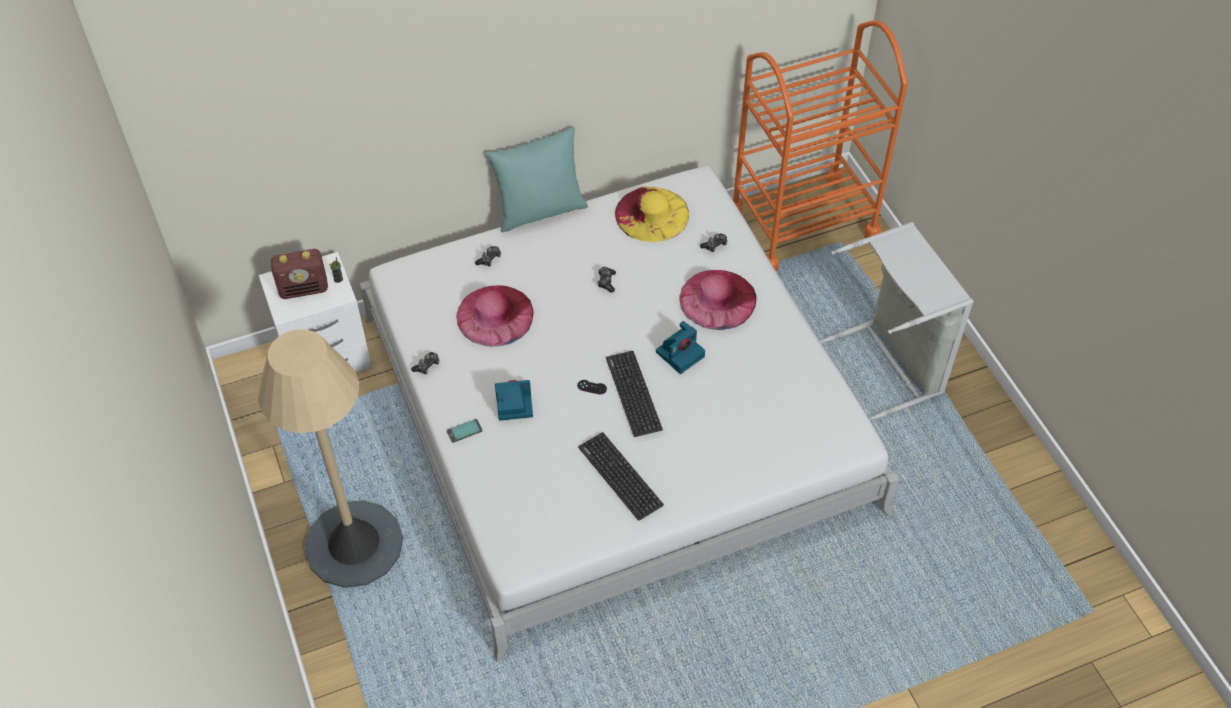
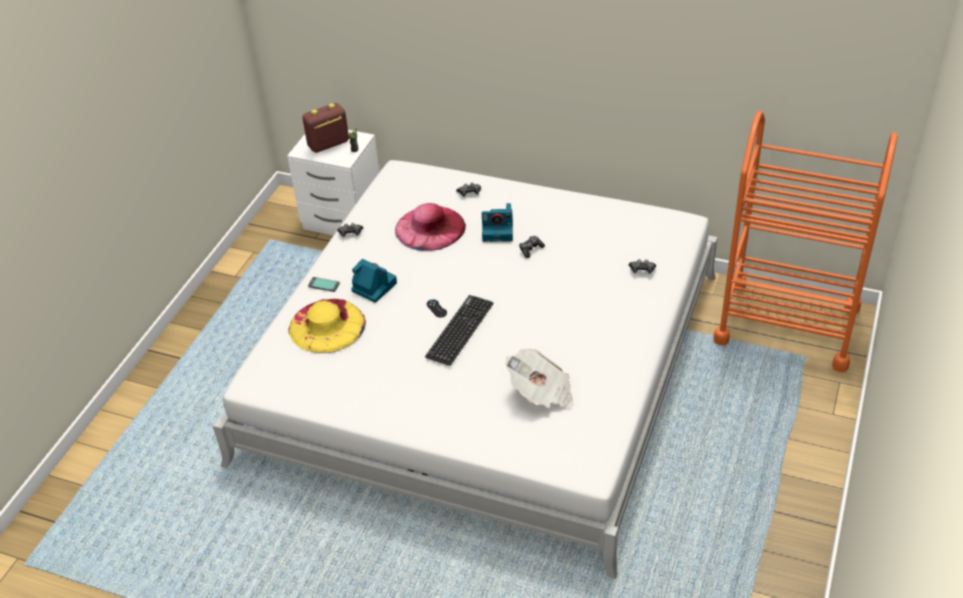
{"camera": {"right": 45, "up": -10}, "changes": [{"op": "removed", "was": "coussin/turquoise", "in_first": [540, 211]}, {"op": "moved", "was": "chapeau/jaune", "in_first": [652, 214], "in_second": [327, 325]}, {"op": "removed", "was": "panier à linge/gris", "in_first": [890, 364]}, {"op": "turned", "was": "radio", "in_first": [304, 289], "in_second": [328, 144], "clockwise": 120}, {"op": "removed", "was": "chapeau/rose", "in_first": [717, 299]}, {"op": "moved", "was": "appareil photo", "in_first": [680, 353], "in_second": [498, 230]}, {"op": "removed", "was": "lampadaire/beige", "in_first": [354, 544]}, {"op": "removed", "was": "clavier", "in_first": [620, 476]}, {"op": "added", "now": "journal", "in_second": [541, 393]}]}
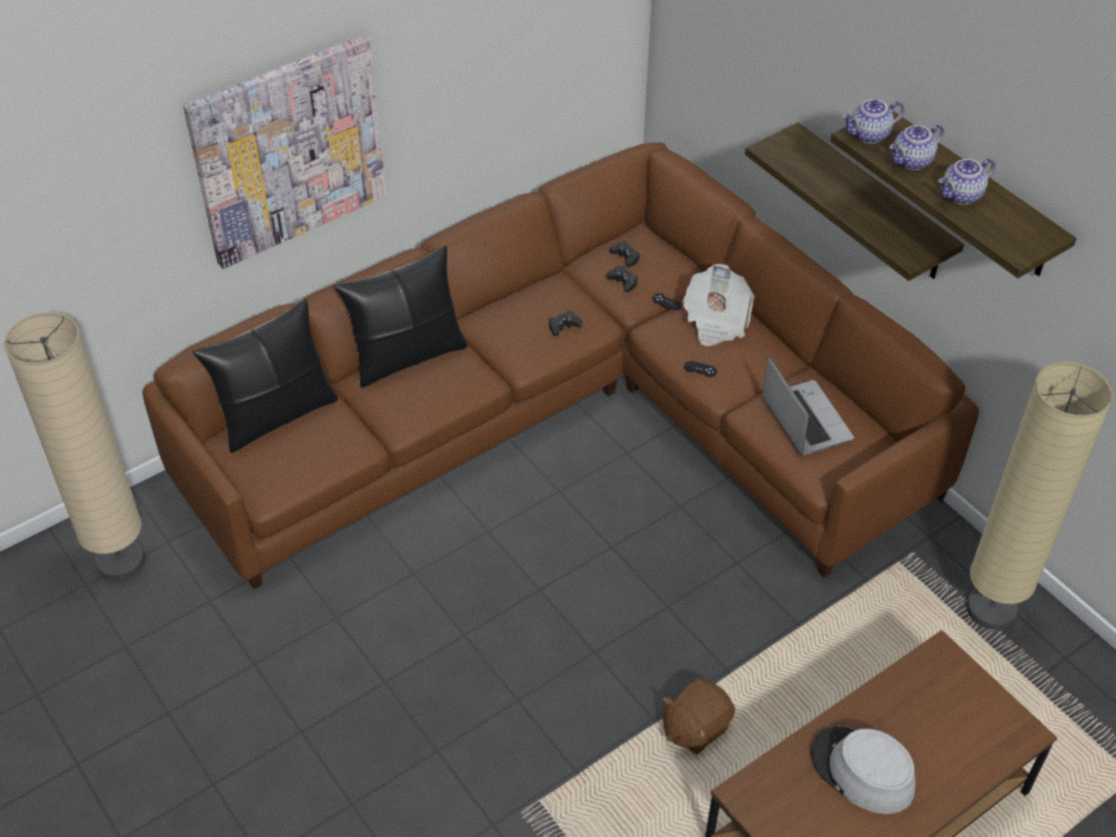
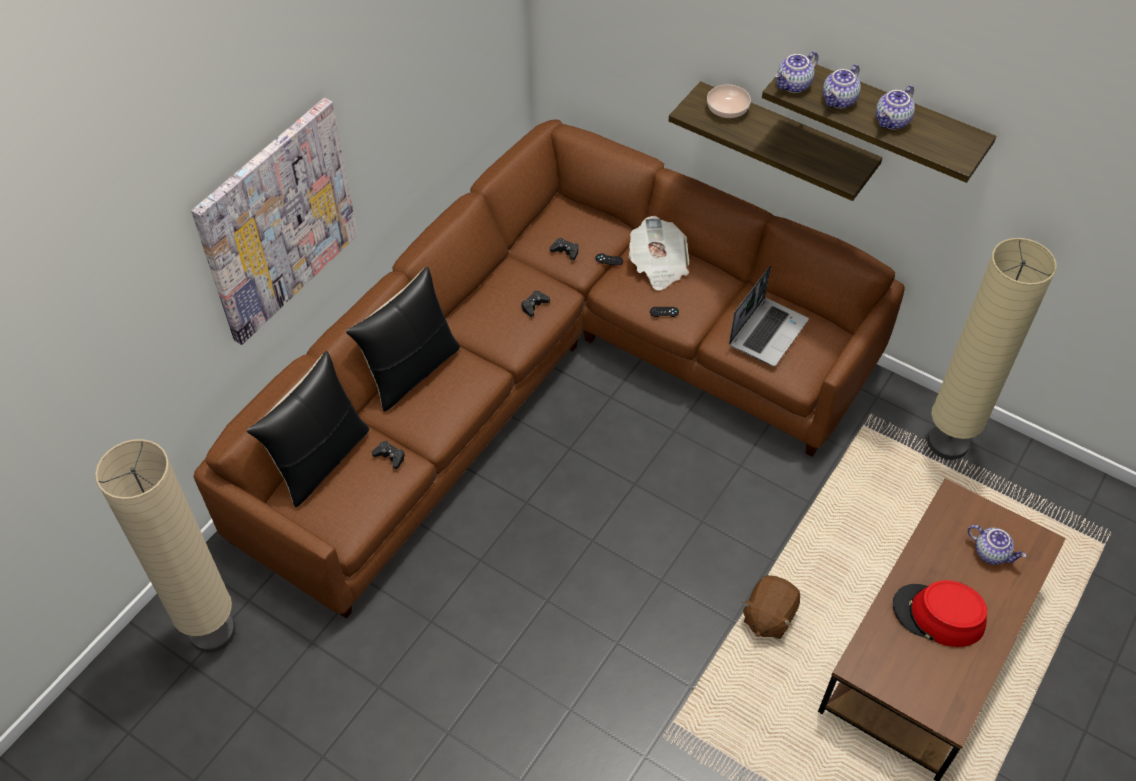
{"camera": {"right": -20, "up": 5}, "changes": [{"op": "moved", "was": "manette/noir", "in_first": [625, 257], "in_second": [390, 456]}, {"op": "turned", "was": "ordinateur portable", "in_first": [804, 419], "in_second": [767, 332], "clockwise": 75}, {"op": "recoloured", "was": "chapeau/gris", "now": "chapeau/rouge", "in_first": [862, 771], "in_second": [938, 616]}, {"op": "added", "now": "bol", "in_second": [726, 109]}, {"op": "added", "now": "théière", "in_second": [991, 552]}]}
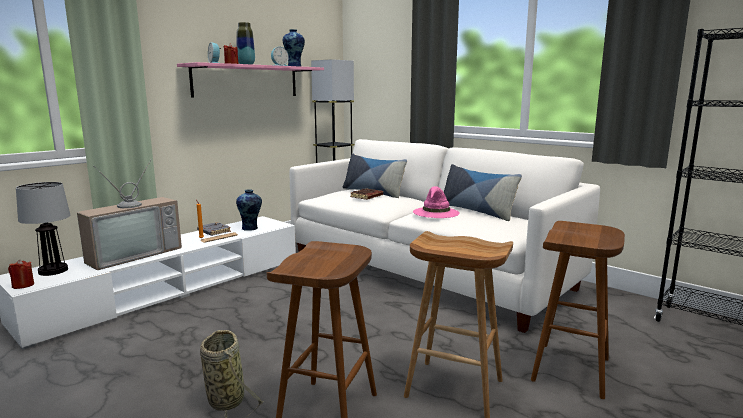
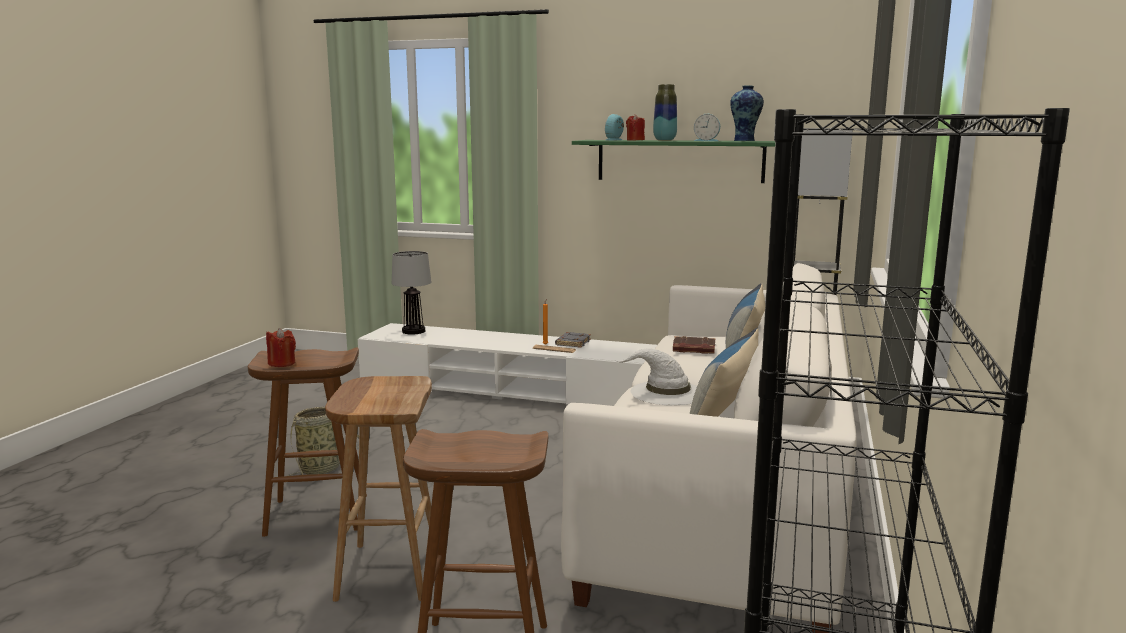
{"camera": {"right": 65, "up": 0}, "changes": [{"op": "recoloured", "was": "étagère/rose", "now": "étagère/vert", "in_first": [246, 81], "in_second": [680, 161]}, {"op": "removed", "was": "téléviseur", "in_first": [133, 254]}, {"op": "recoloured", "was": "chapeau/rose", "now": "chapeau/blanc", "in_first": [436, 212], "in_second": [666, 393]}, {"op": "removed", "was": "vase", "in_first": [250, 228]}, {"op": "moved", "was": "bougie/rouge", "in_first": [23, 285], "in_second": [282, 363]}]}
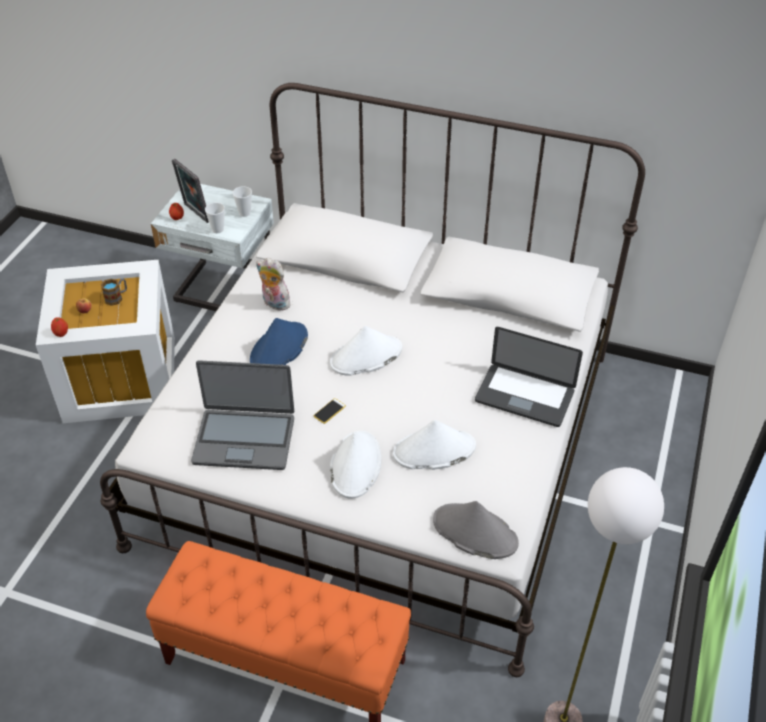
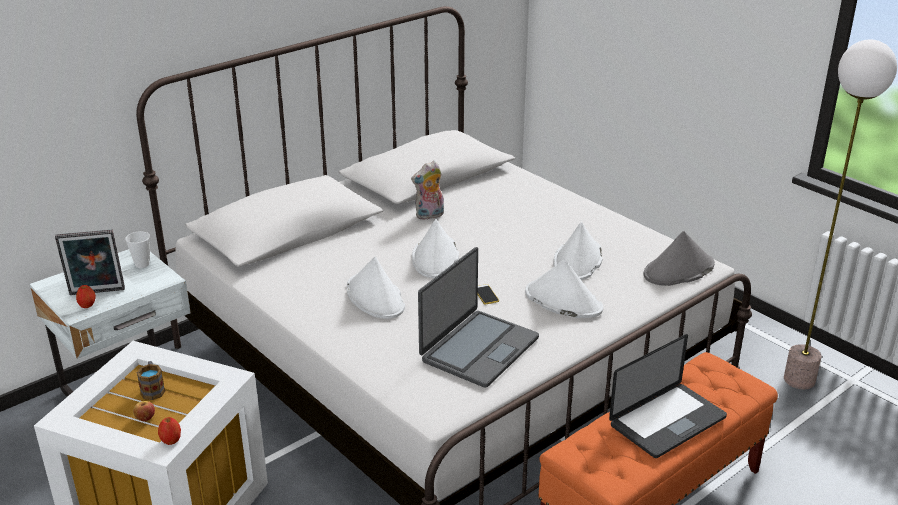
{"camera": {"right": -60, "up": -15}, "changes": [{"op": "removed", "was": "tasse", "in_first": [217, 229]}, {"op": "moved", "was": "peluche", "in_first": [274, 304], "in_second": [429, 215]}, {"op": "recoloured", "was": "chapeau/bleu", "now": "chapeau/blanc", "in_first": [279, 349], "in_second": [375, 297]}, {"op": "moved", "was": "ordinateur portable", "in_first": [524, 396], "in_second": [667, 421]}]}
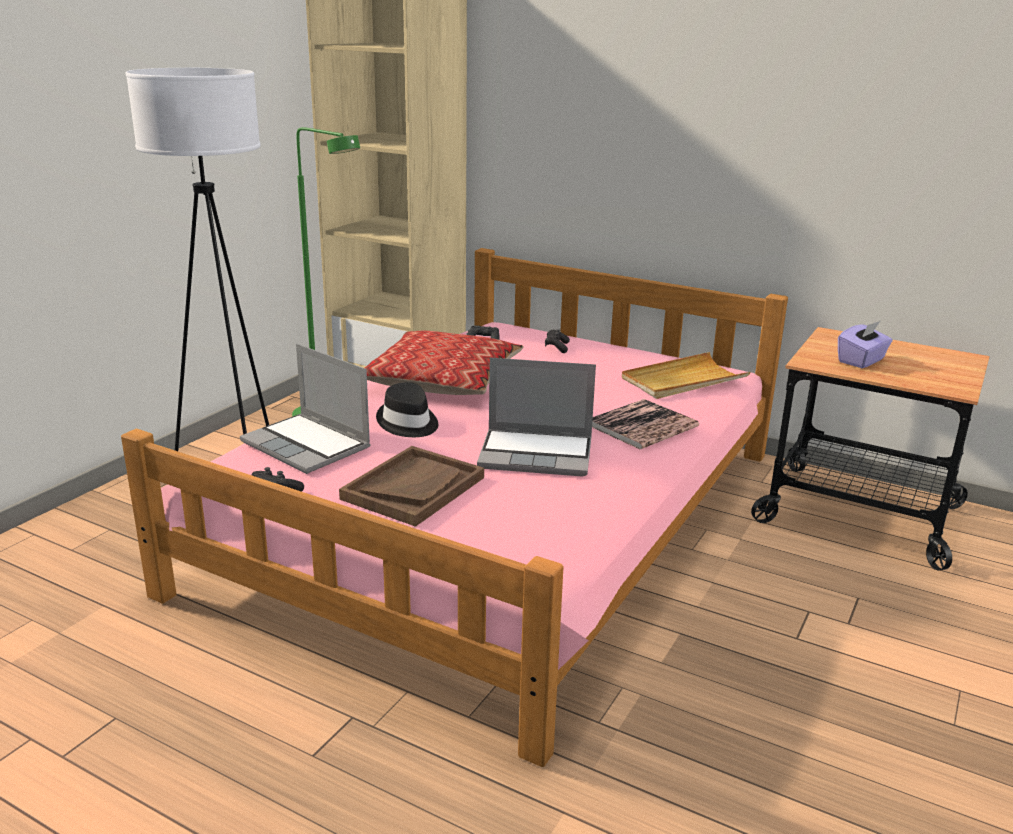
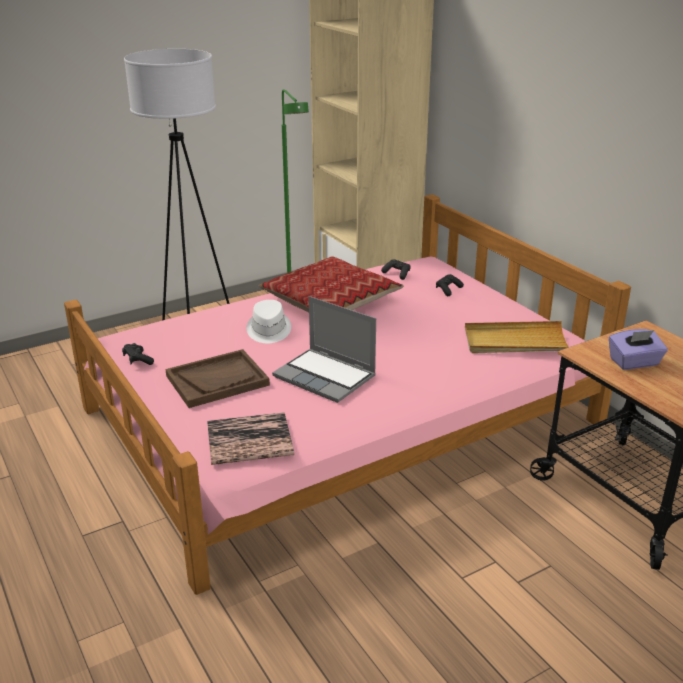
{"camera": {"right": 30, "up": 5}, "changes": [{"op": "removed", "was": "ordinateur portable", "in_first": [308, 445]}, {"op": "recoloured", "was": "chapeau/noir", "now": "chapeau/blanc", "in_first": [408, 423], "in_second": [268, 330]}, {"op": "moved", "was": "livre", "in_first": [642, 426], "in_second": [249, 440]}]}
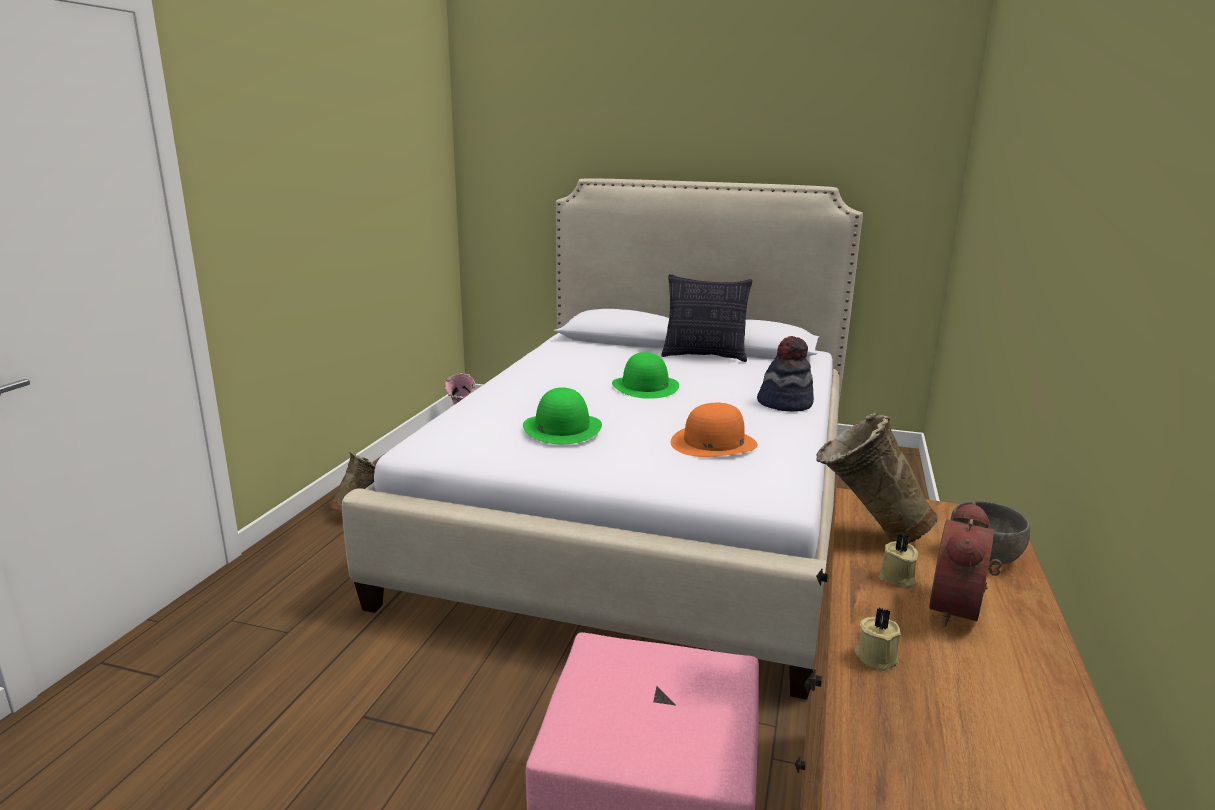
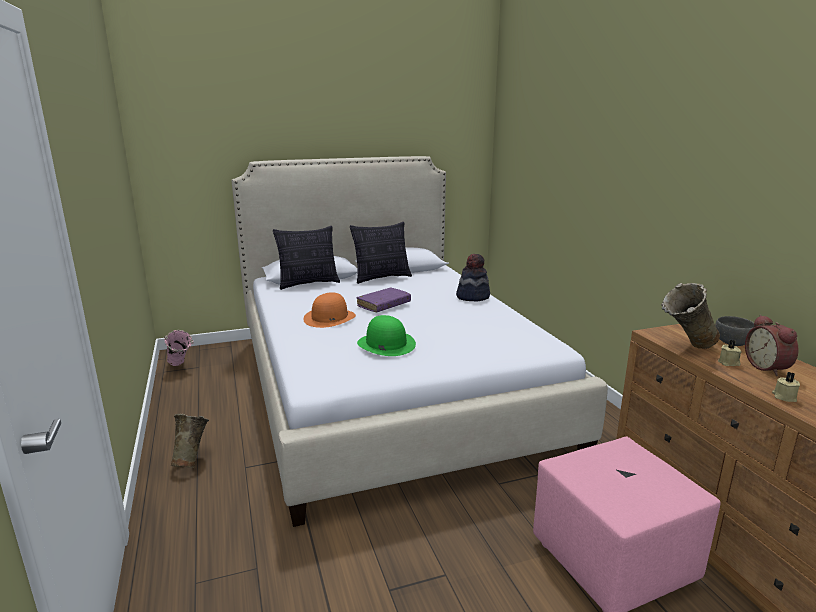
{"camera": {"right": -35, "up": 0}, "changes": [{"op": "replaced", "was": "chapeau/vert", "now": "livre/violet", "in_first": [645, 386], "in_second": [384, 305]}, {"op": "moved", "was": "chapeau/orange", "in_first": [713, 443], "in_second": [329, 318]}, {"op": "added", "now": "coussin", "in_second": [308, 284]}]}
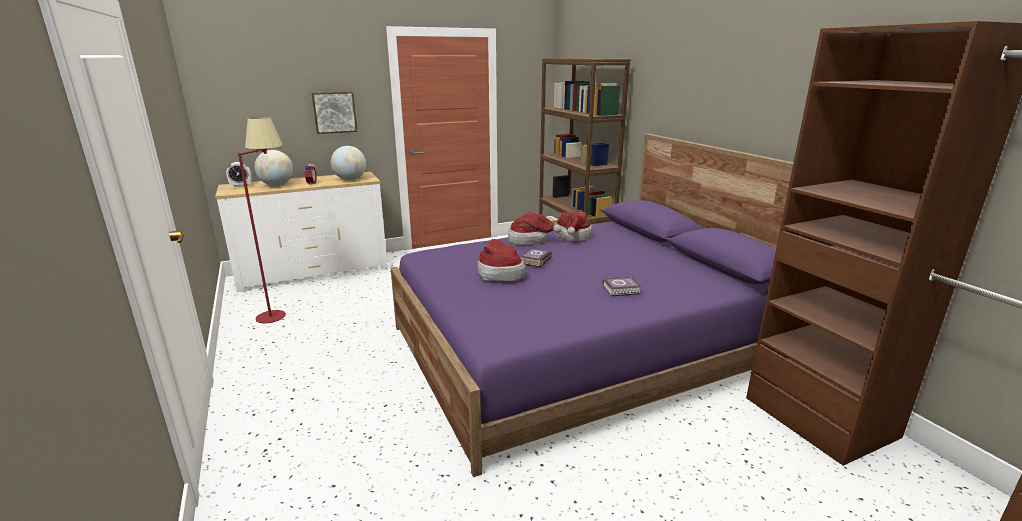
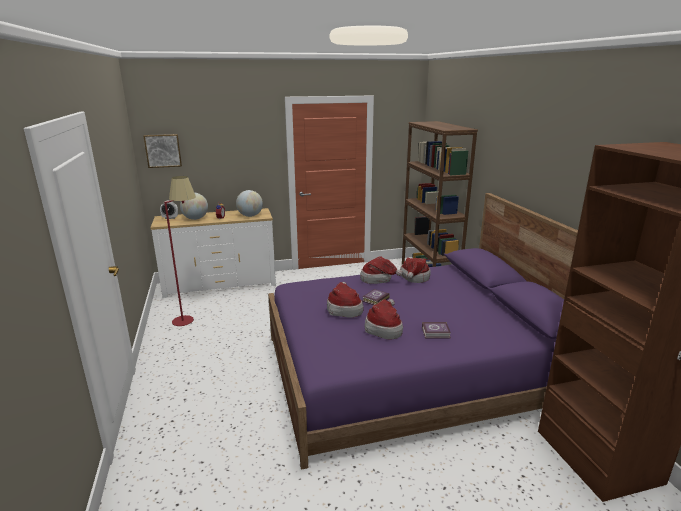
{"camera": {"right": 10, "up": 0}, "changes": [{"op": "moved", "was": "tableau", "in_first": [334, 112], "in_second": [163, 150]}, {"op": "added", "now": "chapeau", "in_second": [384, 328]}]}
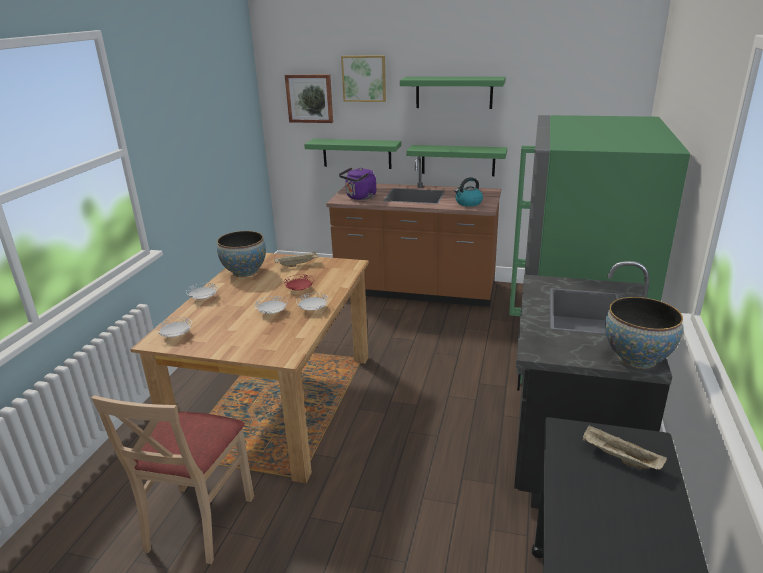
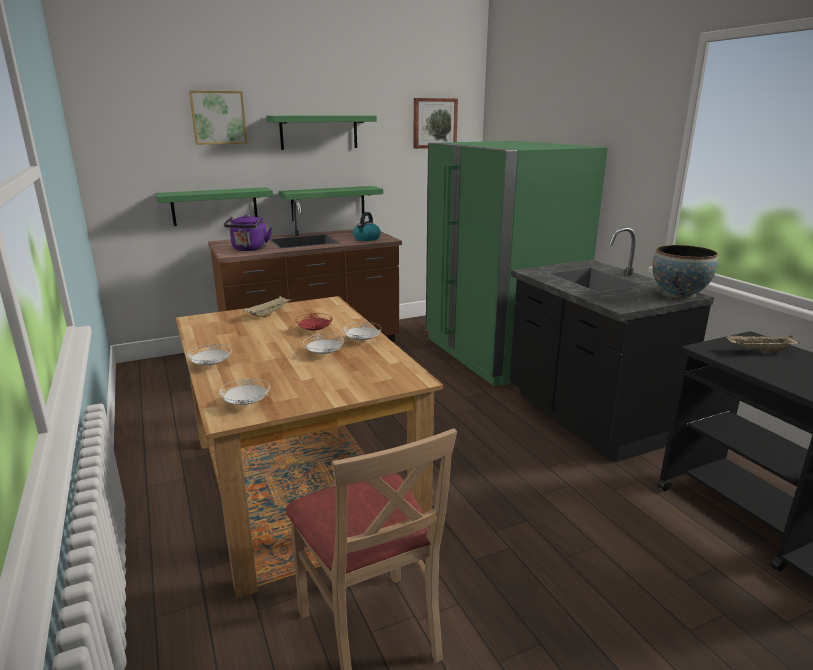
{"camera": {"right": -40, "up": -5}, "changes": [{"op": "moved", "was": "tableau", "in_first": [310, 98], "in_second": [434, 123]}, {"op": "removed", "was": "bol", "in_first": [245, 272]}]}
